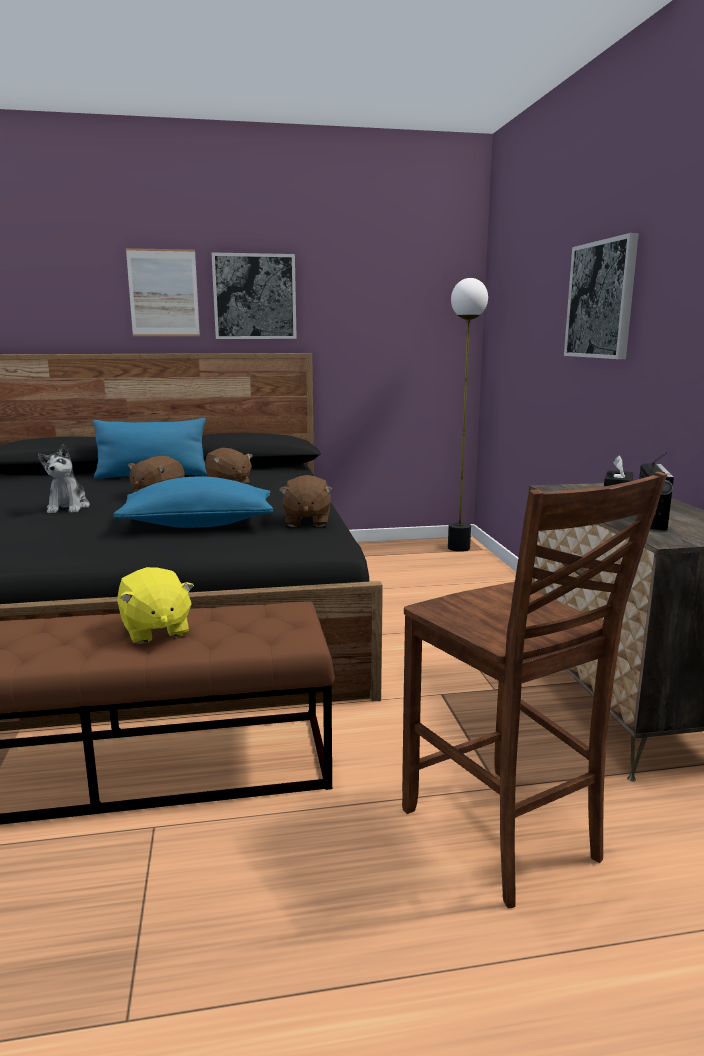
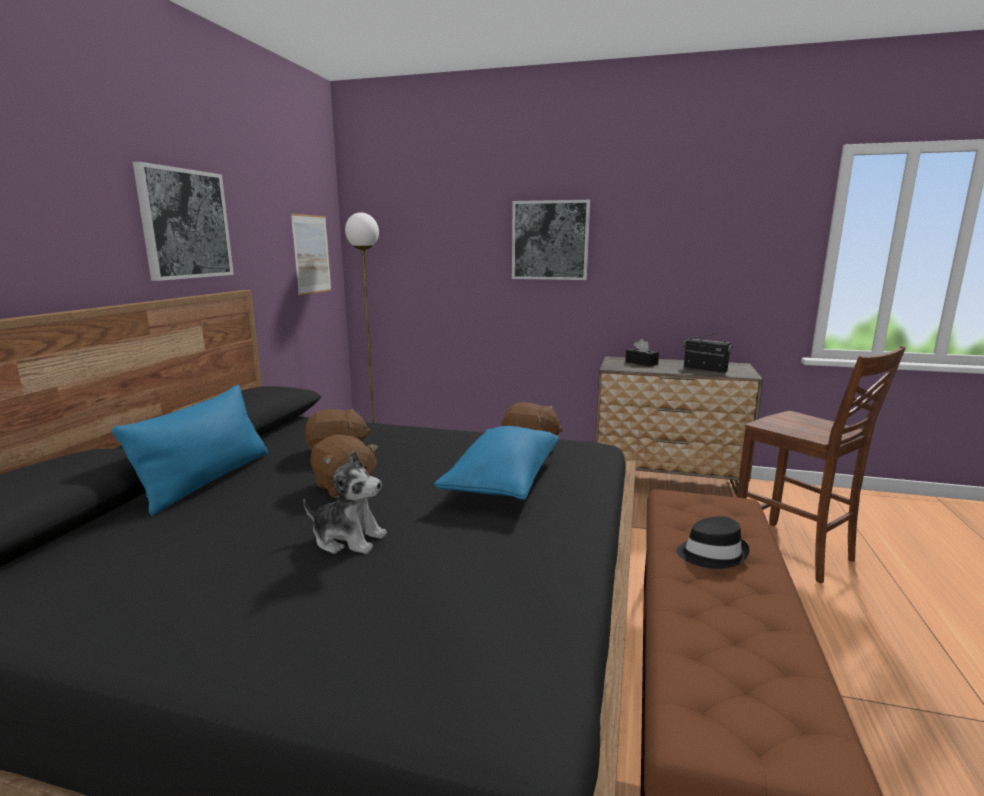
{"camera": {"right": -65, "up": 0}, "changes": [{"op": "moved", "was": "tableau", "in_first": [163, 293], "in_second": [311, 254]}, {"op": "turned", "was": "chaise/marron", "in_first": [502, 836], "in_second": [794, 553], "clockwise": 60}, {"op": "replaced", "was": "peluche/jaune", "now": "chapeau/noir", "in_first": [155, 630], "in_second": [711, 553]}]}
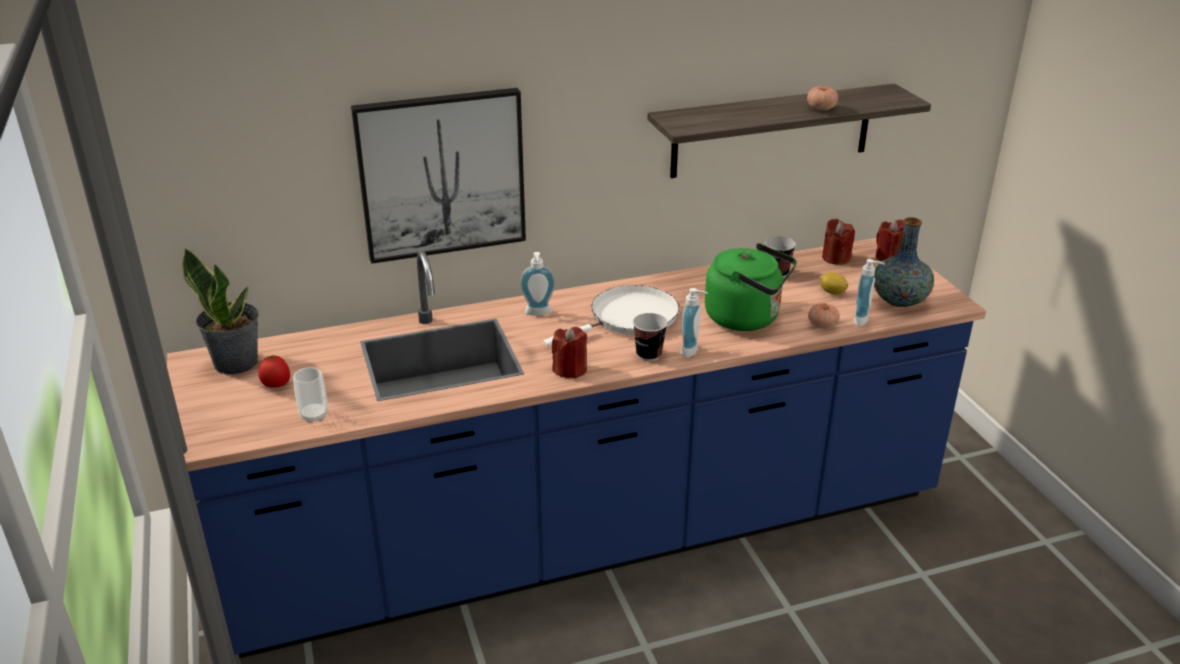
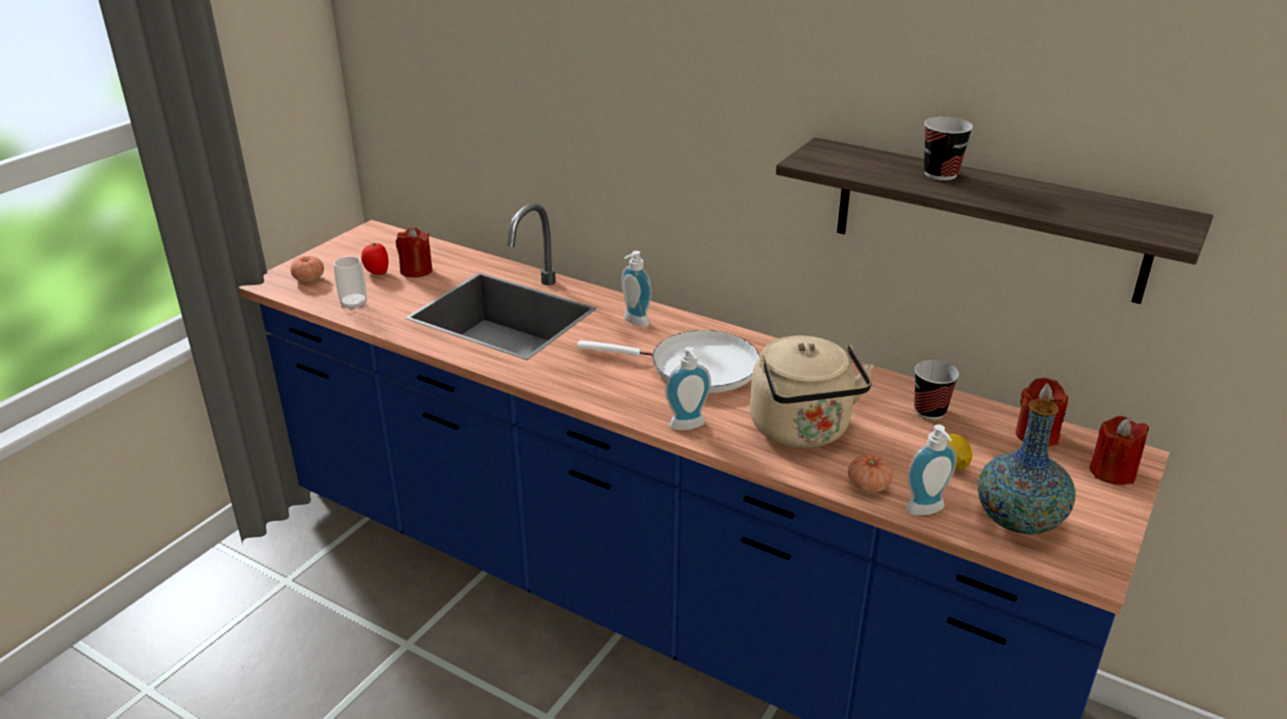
{"camera": {"right": 50, "up": 0}, "changes": [{"op": "moved", "was": "tomate", "in_first": [821, 108], "in_second": [309, 279]}, {"op": "removed", "was": "tableau", "in_first": [442, 174]}, {"op": "recoloured", "was": "bouilloire/vert", "now": "bouilloire/beige", "in_first": [747, 318], "in_second": [803, 432]}, {"op": "removed", "was": "plante en pot", "in_first": [236, 362]}, {"op": "moved", "was": "tasse", "in_first": [649, 354], "in_second": [940, 174]}, {"op": "moved", "was": "bougie/rouge", "in_first": [570, 369], "in_second": [416, 270]}]}
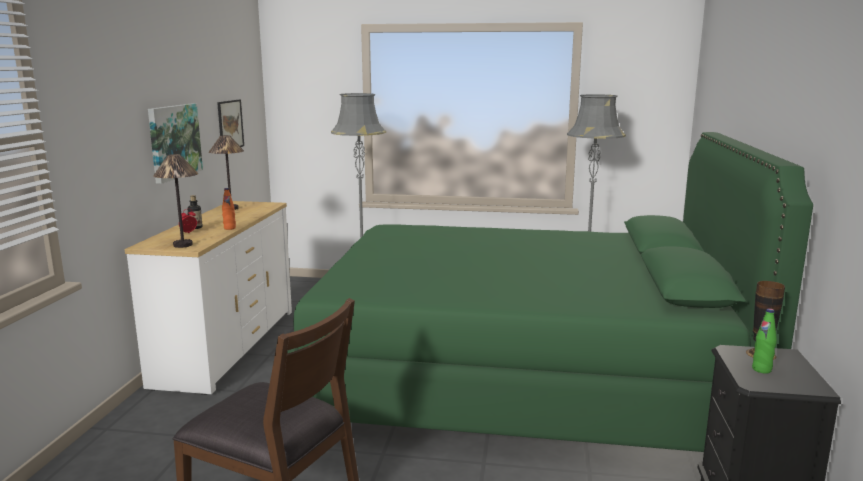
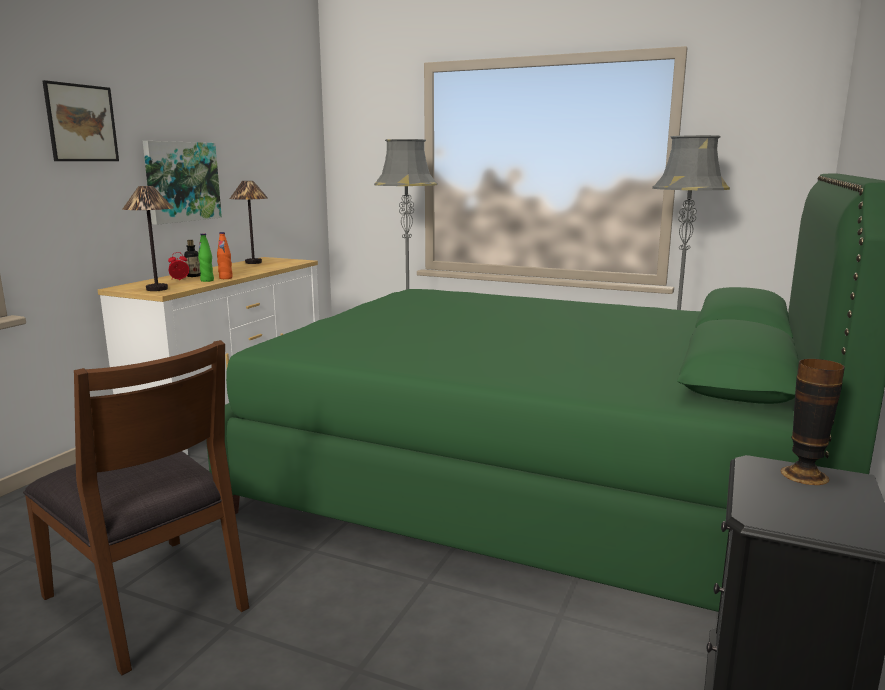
{"camera": {"right": 15, "up": 0}, "changes": [{"op": "moved", "was": "tableau", "in_first": [230, 125], "in_second": [81, 123]}, {"op": "moved", "was": "bouteille/vert", "in_first": [761, 369], "in_second": [207, 280]}]}
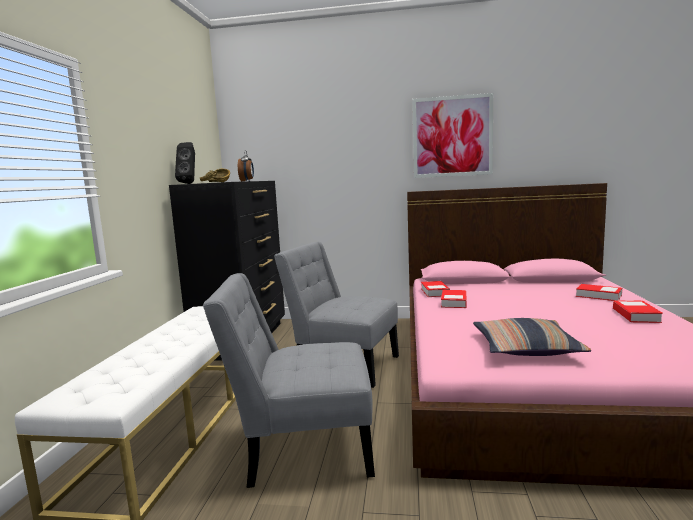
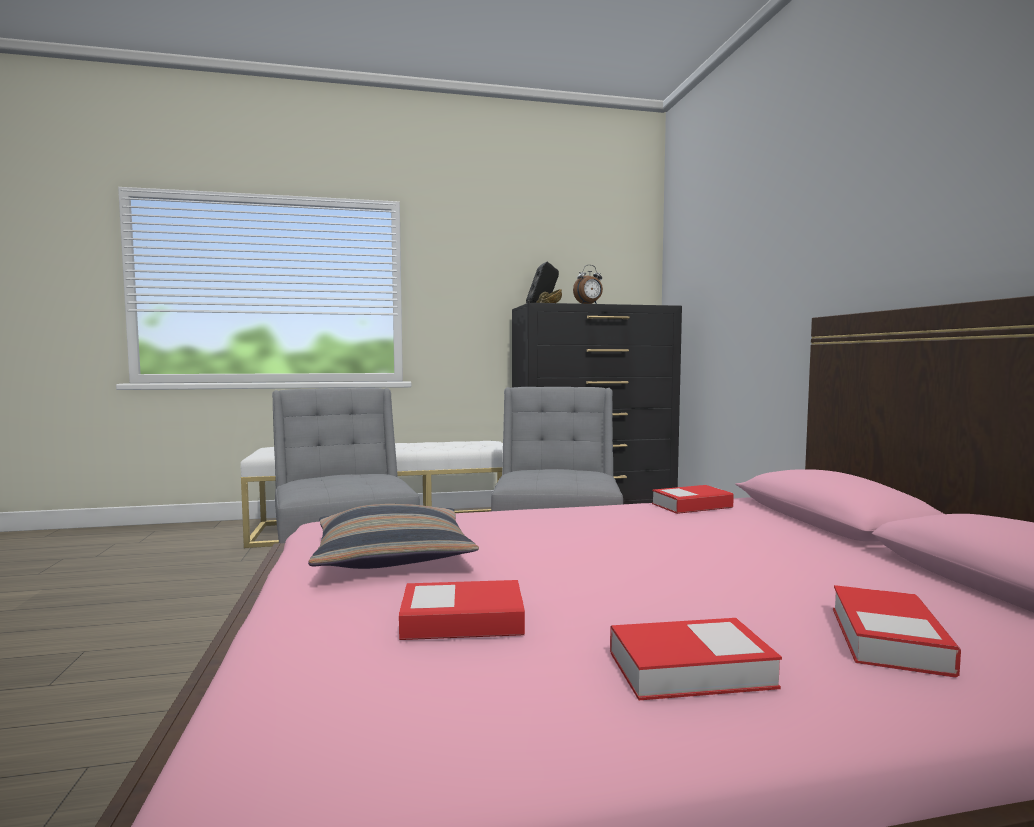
{"camera": {"right": 70, "up": -5}, "changes": [{"op": "removed", "was": "tableau", "in_first": [452, 136]}, {"op": "moved", "was": "livre", "in_first": [454, 302], "in_second": [462, 621]}]}
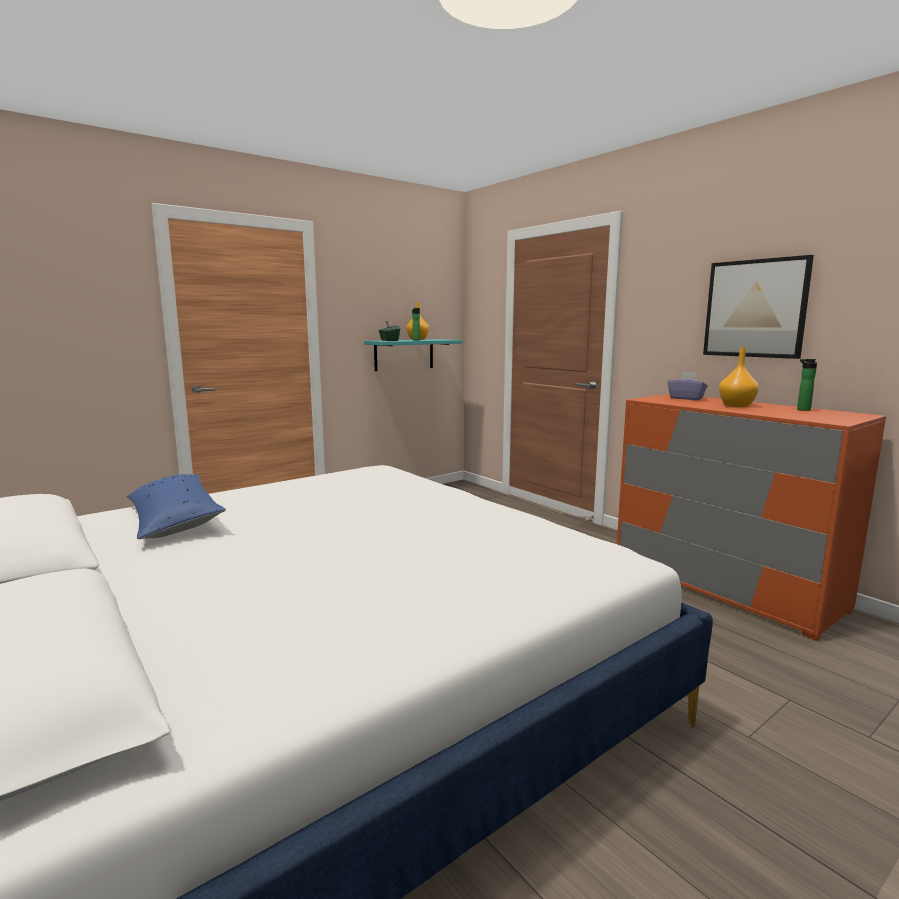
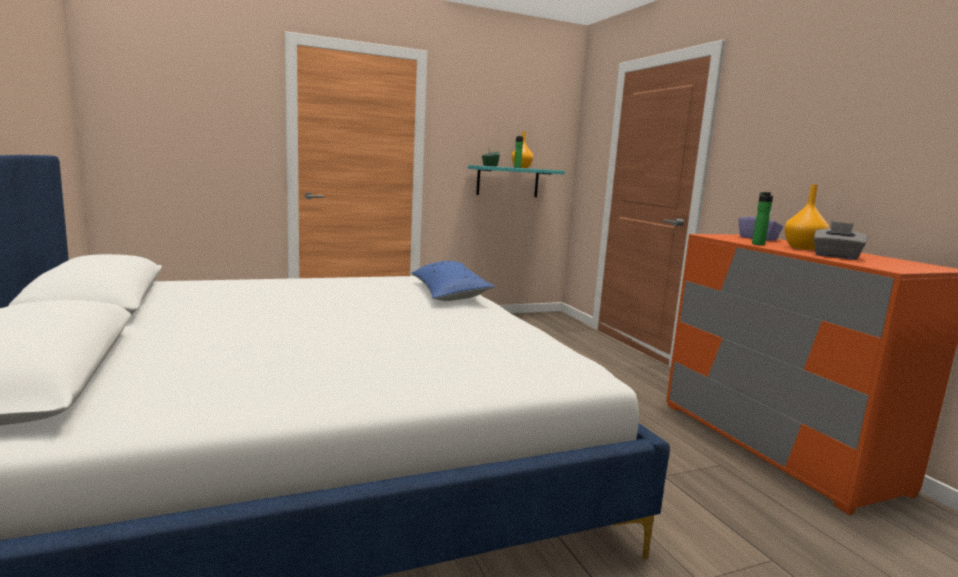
{"camera": {"right": 15, "up": 0}, "changes": [{"op": "removed", "was": "tableau", "in_first": [755, 308]}, {"op": "moved", "was": "bouteille", "in_first": [802, 409], "in_second": [757, 244]}, {"op": "moved", "was": "coussin/bleu", "in_first": [174, 520], "in_second": [448, 293]}, {"op": "added", "now": "boîte à mouchoirs/gris", "in_second": [836, 256]}]}
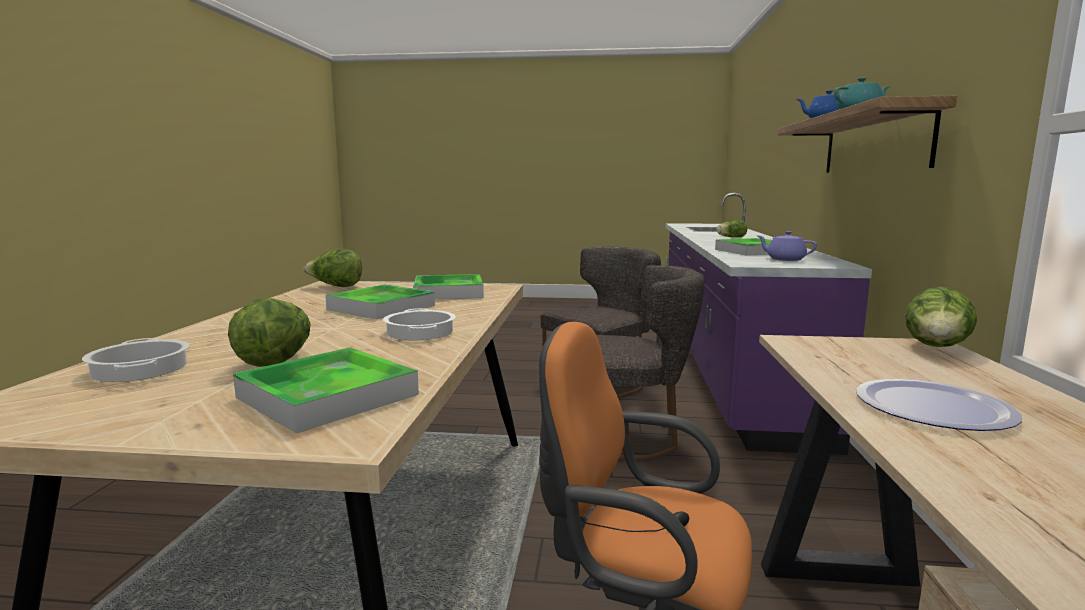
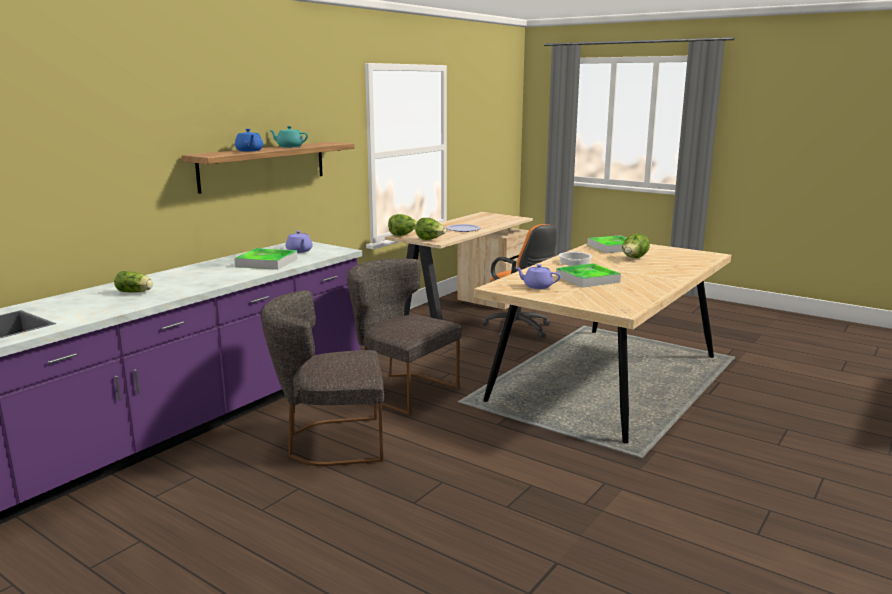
{"camera": {"right": -150, "up": 5}, "changes": [{"op": "moved", "was": "laitue", "in_first": [336, 287], "in_second": [430, 240]}, {"op": "replaced", "was": "plateau", "now": "théière/violet", "in_first": [448, 292], "in_second": [537, 286]}, {"op": "removed", "was": "marmite", "in_first": [141, 369]}]}
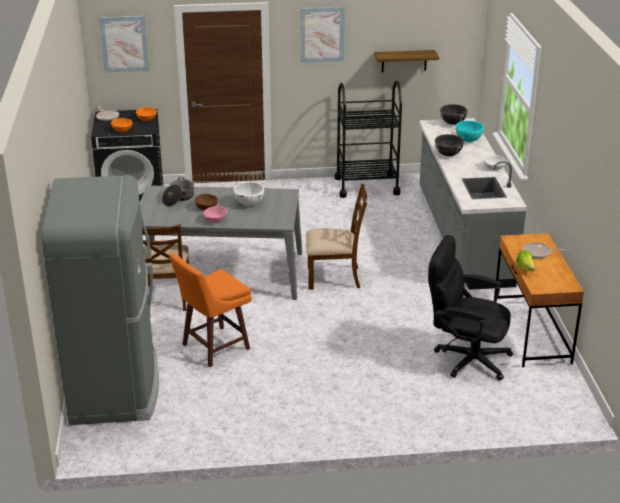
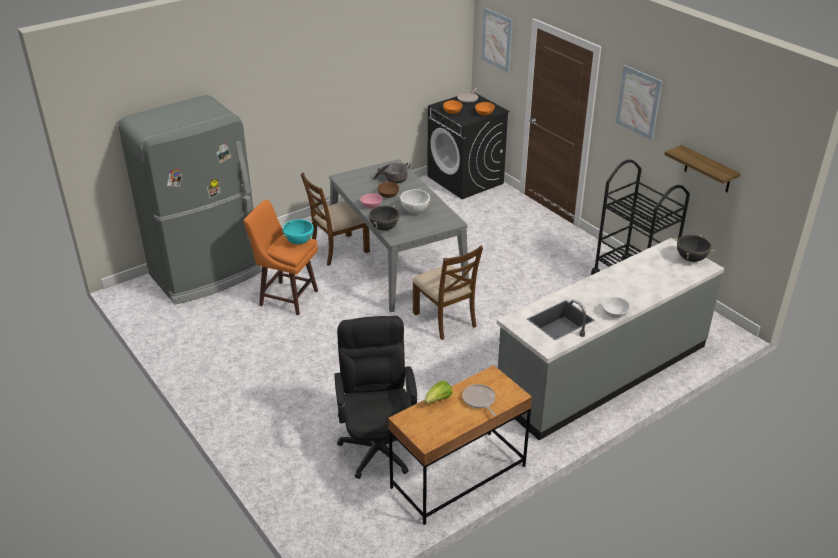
{"camera": {"right": 60, "up": 5}, "changes": [{"op": "moved", "was": "marmite/turquoise", "in_first": [468, 140], "in_second": [299, 242]}, {"op": "moved", "was": "marmite/noir", "in_first": [448, 155], "in_second": [384, 228]}]}
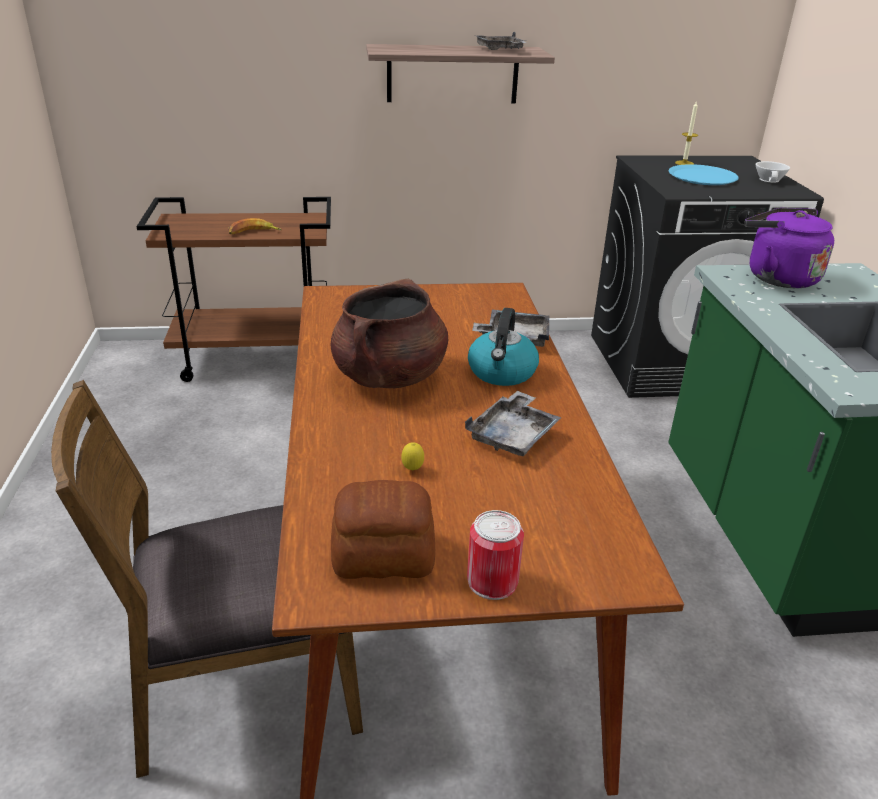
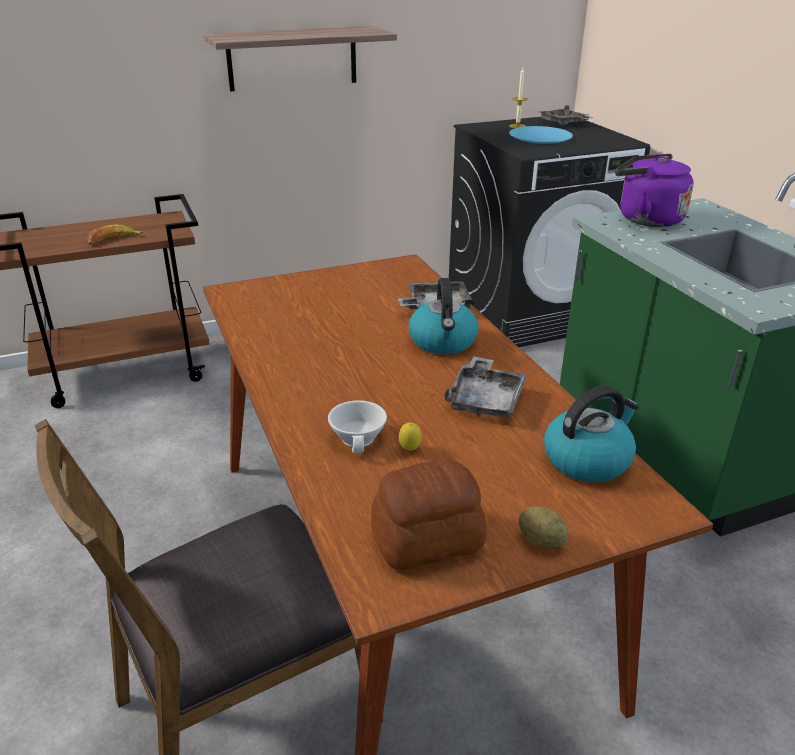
{"camera": {"right": -15, "up": 0}, "changes": [{"op": "moved", "was": "plateau/gris", "in_first": [500, 50], "in_second": [564, 123]}, {"op": "moved", "was": "tasse/blanc", "in_first": [770, 180], "in_second": [360, 438]}, {"op": "removed", "was": "marmite/marron", "in_first": [389, 377]}, {"op": "replaced", "was": "boîte métallique", "now": "pomme de terre", "in_first": [492, 581], "in_second": [541, 541]}, {"op": "added", "now": "bouilloire", "in_second": [587, 459]}]}
